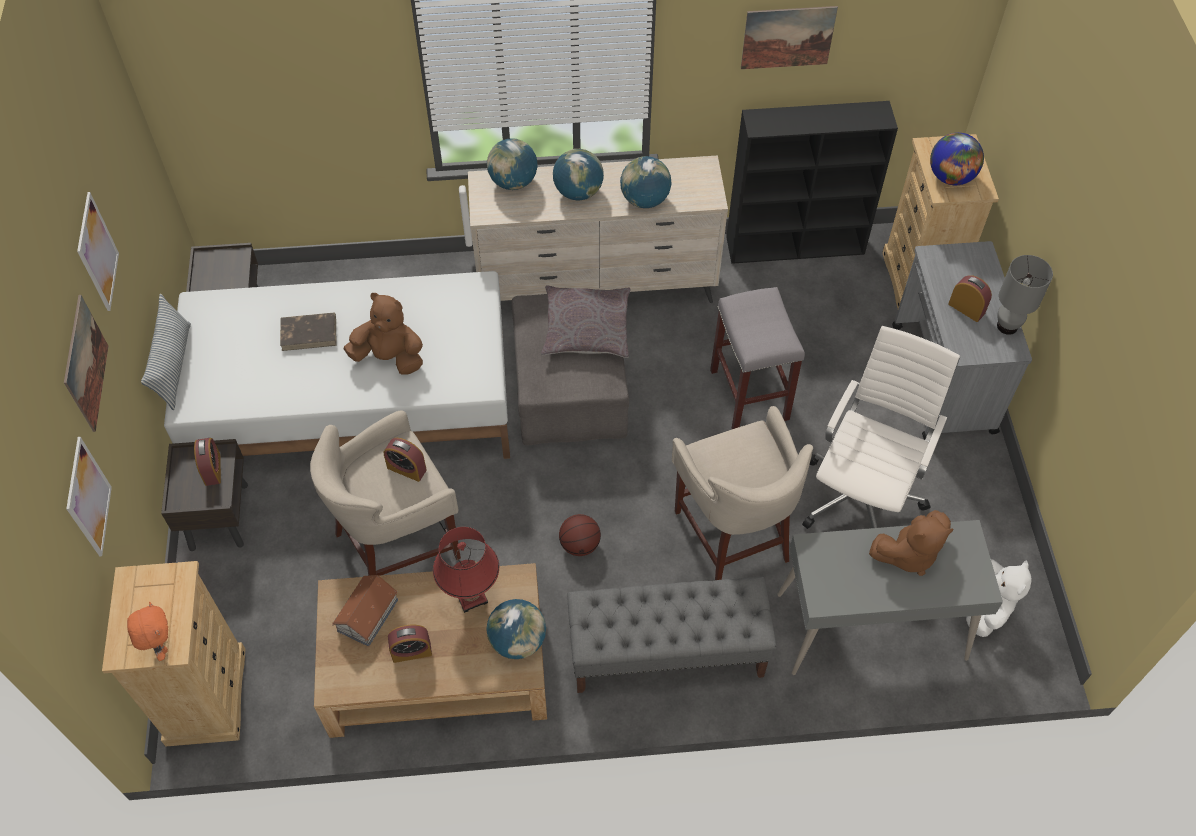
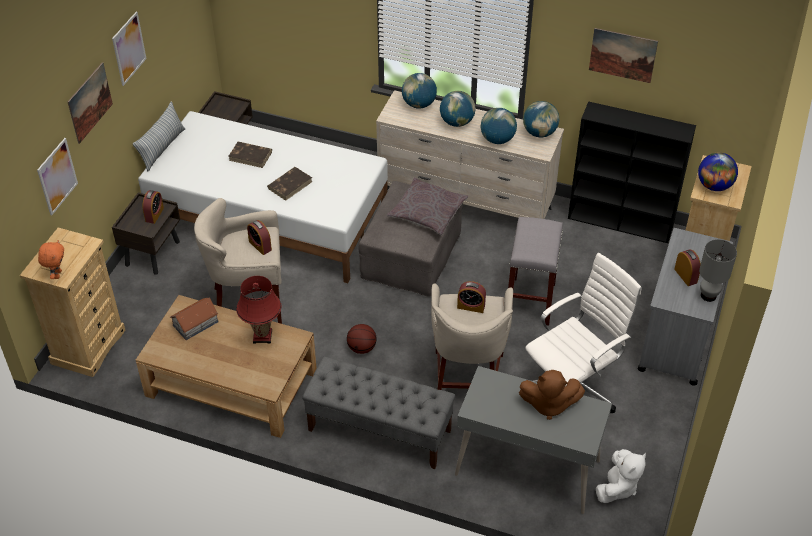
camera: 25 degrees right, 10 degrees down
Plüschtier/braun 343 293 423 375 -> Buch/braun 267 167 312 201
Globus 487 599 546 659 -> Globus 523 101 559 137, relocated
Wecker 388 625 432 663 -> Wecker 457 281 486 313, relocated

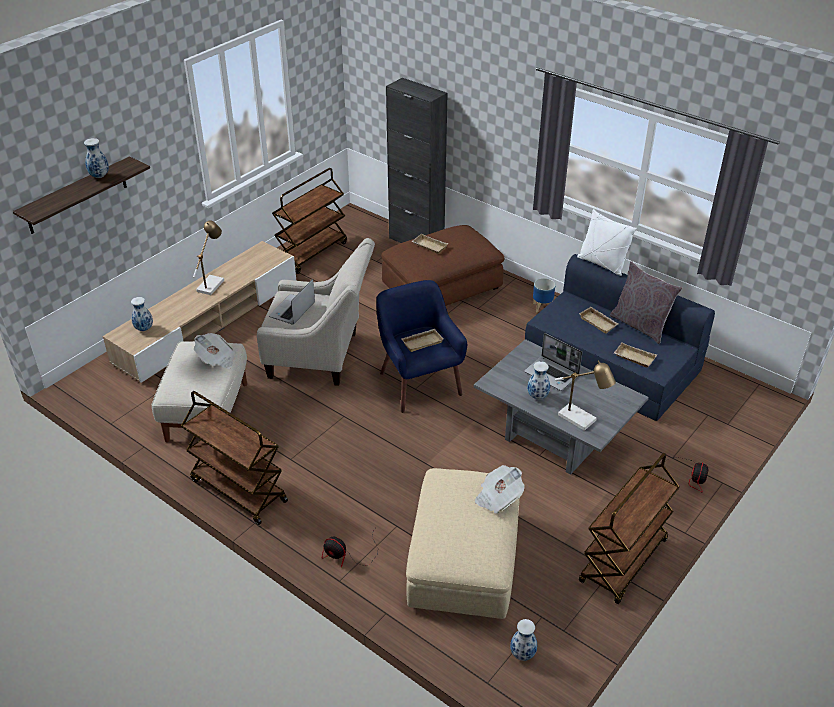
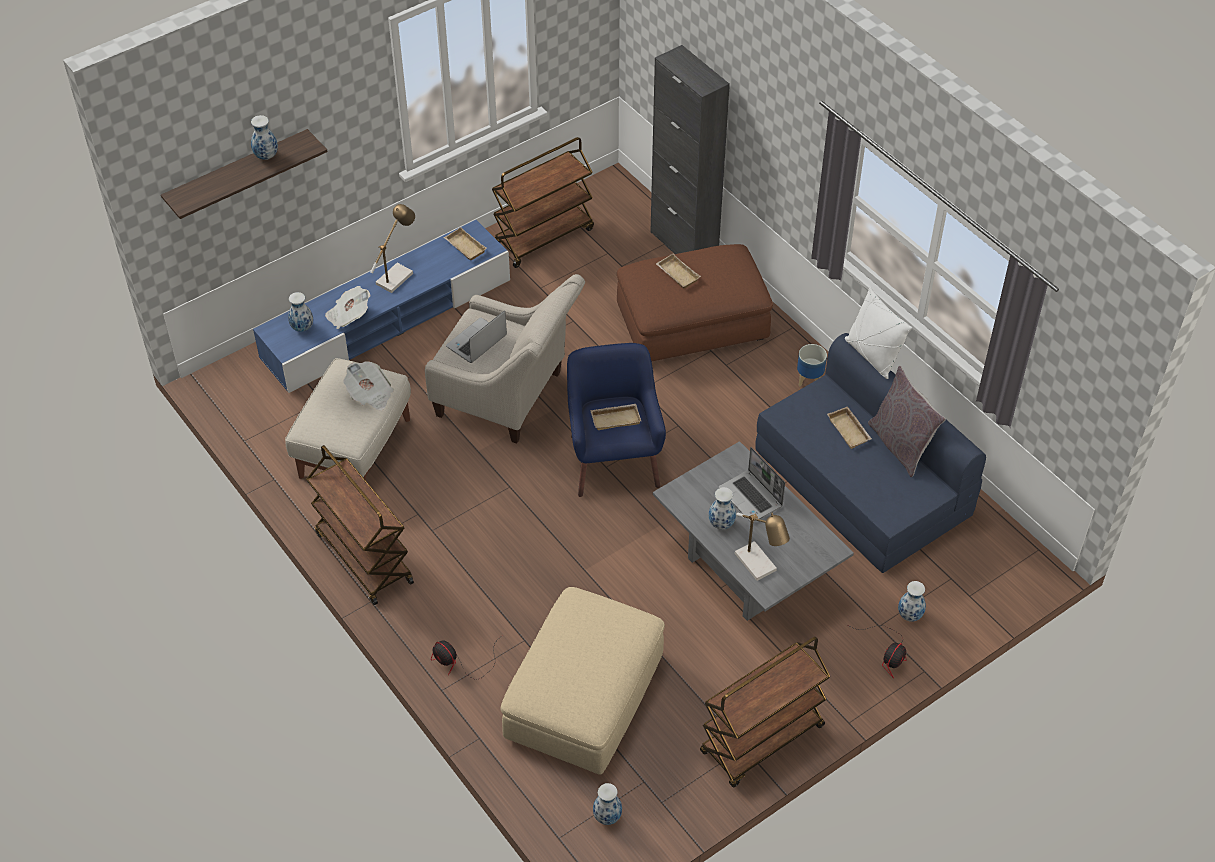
camera: 15 degrees right, 10 degrees up
Fernsehschrank/beige 102 241 296 383 -> Fernsehschrank/blau 253 220 510 393
Tablett/beige 614 342 657 368 -> Tablett/beige 444 227 486 260, relocated
Zeitung 475 465 524 514 -> Zeitung 325 286 371 329, relocated
none -> Vase 898 581 926 622

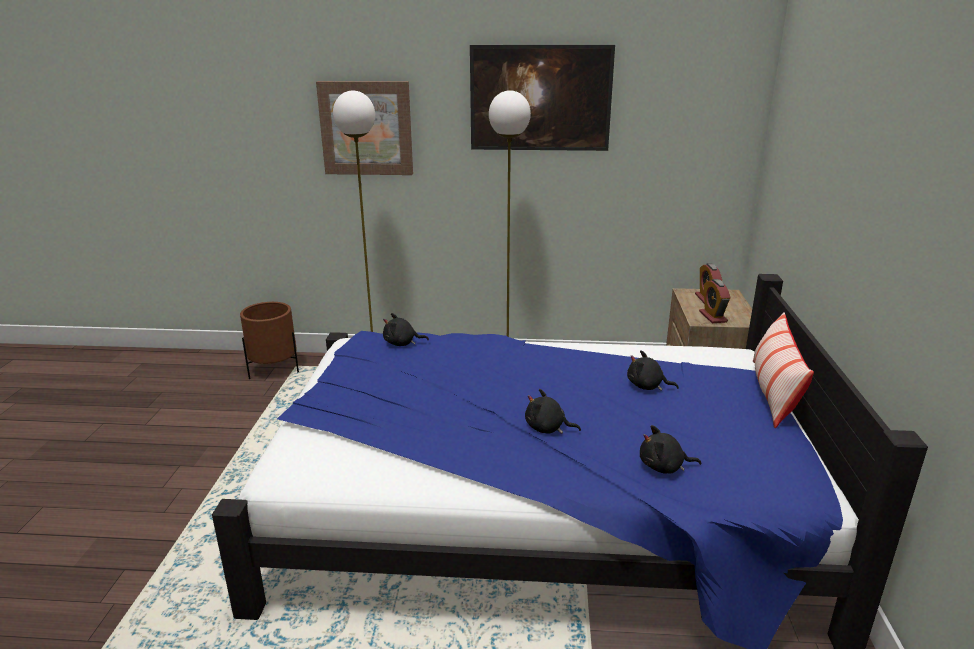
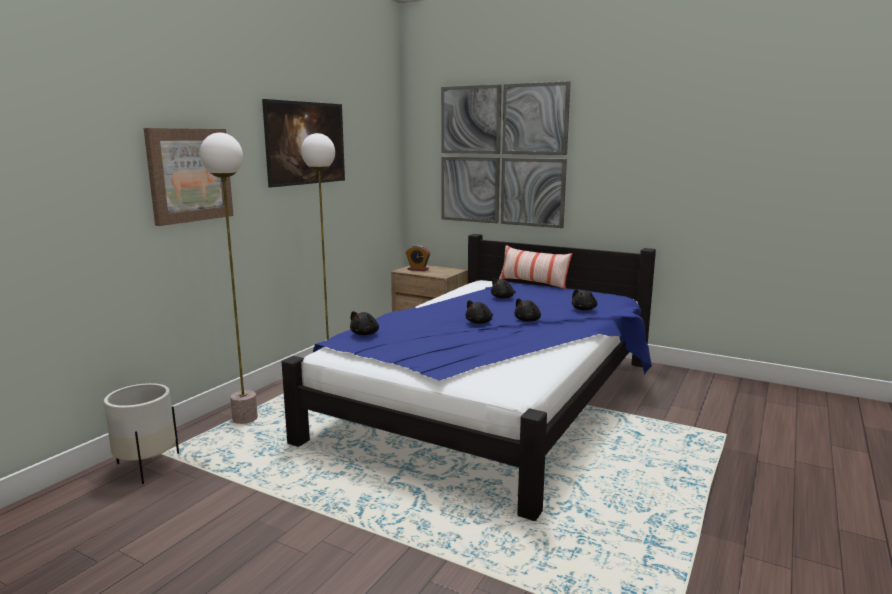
camera: 65 degrees left, 10 degrees down
Wecker 699 279 730 323 -> none
Pflanzkübel/braun 240 302 299 379 -> Pflanzkübel/weiß 104 383 179 484
none -> Bild 441 81 571 228
none -> Plüschtier/schwarz 465 300 493 324

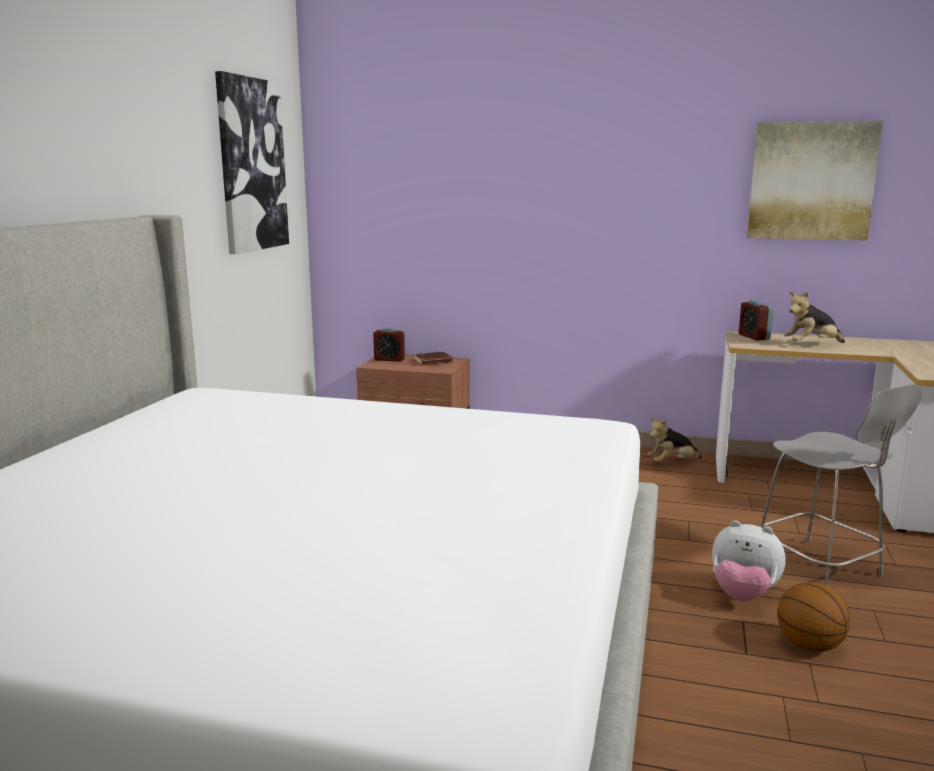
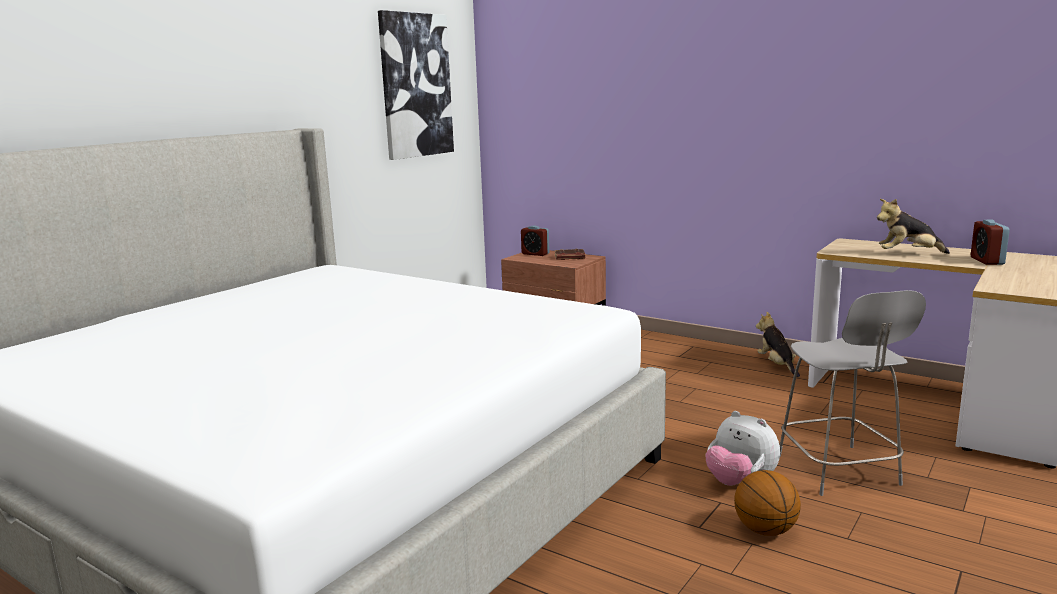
camera: 20 degrees right, 0 degrees up
Bild 747 121 883 241 -> none
Wecker 739 300 774 341 -> Wecker 971 220 1010 265, relocated
Plüschtier 648 418 702 462 -> Plüschtier 756 312 800 377, 75 degrees clockwise

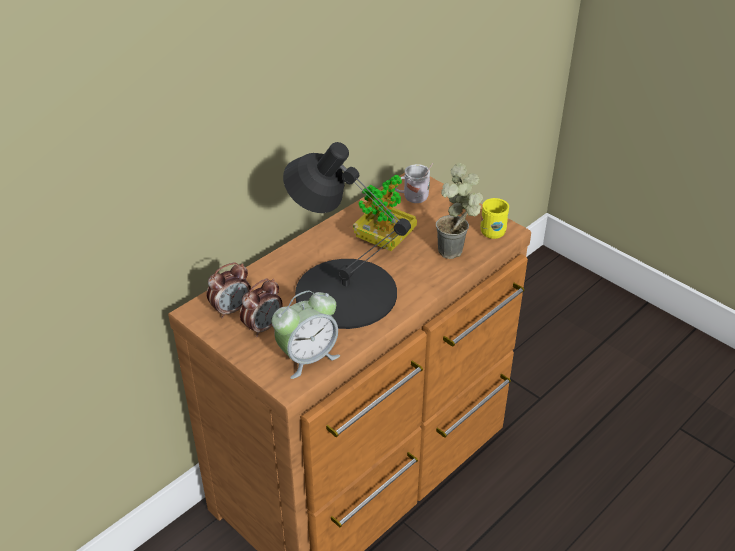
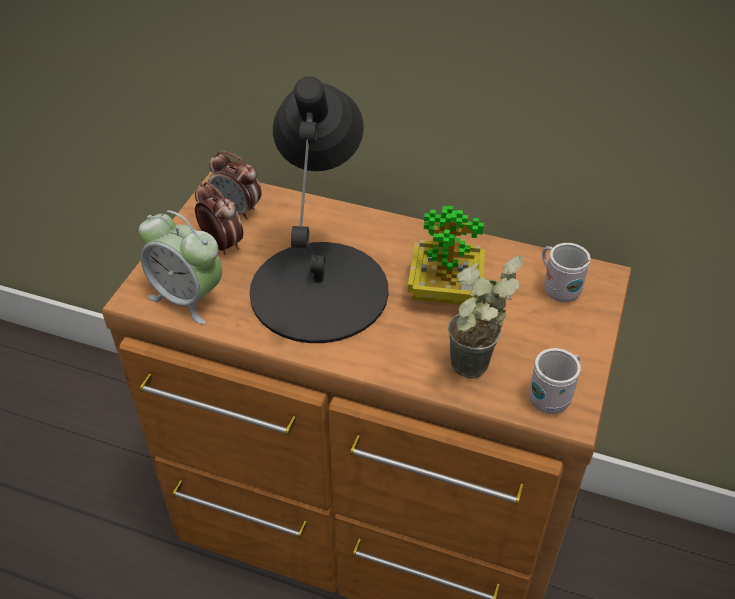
camera: 65 degrees right, 5 degrees up
Henkelbecher/gelb 480 198 509 239 -> Henkelbecher/weiß 529 348 581 414
Wecker 240 278 283 337 -> Wecker 195 181 243 255, 150 degrees counterclockwise

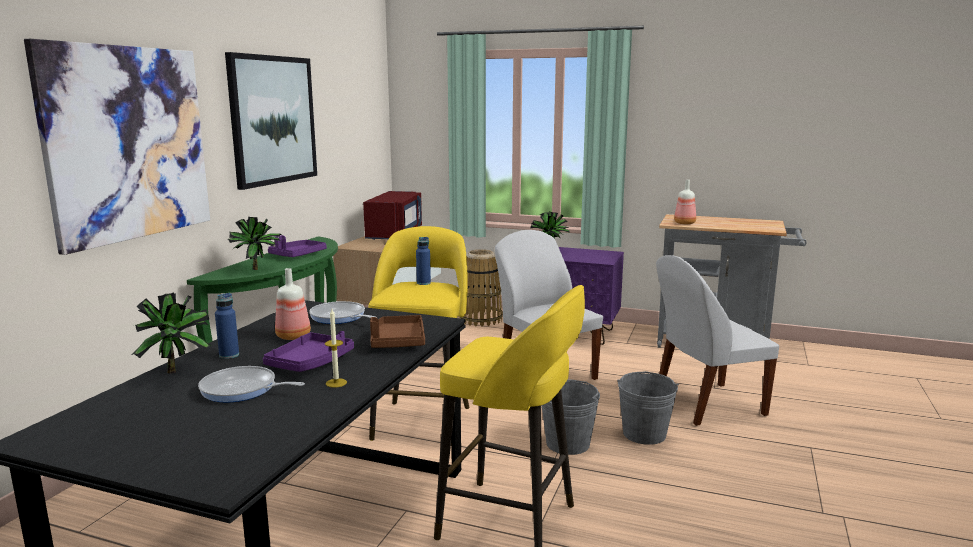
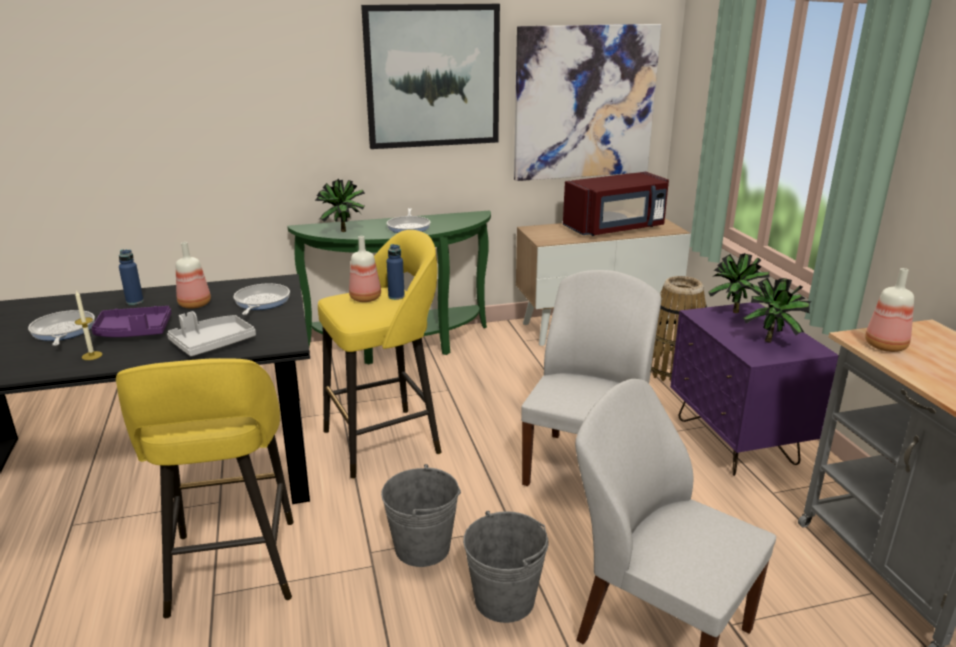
camera: 55 degrees right, 10 degrees up
Bild 24 39 210 255 -> Bild 514 24 661 181, relocated
Tablett/lila 268 235 327 257 -> Pfanne 387 208 431 233
Topfpflanze 132 292 211 374 -> Topfpflanze 742 278 812 343, relocated
Tablett/braun 370 315 425 348 -> Tablett/grau 167 311 256 356
none -> Flasche 349 236 381 302

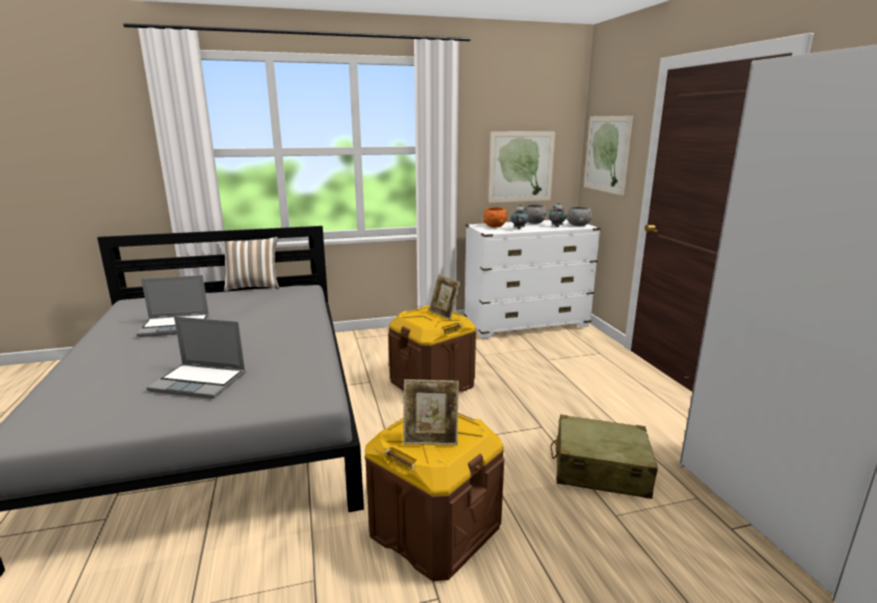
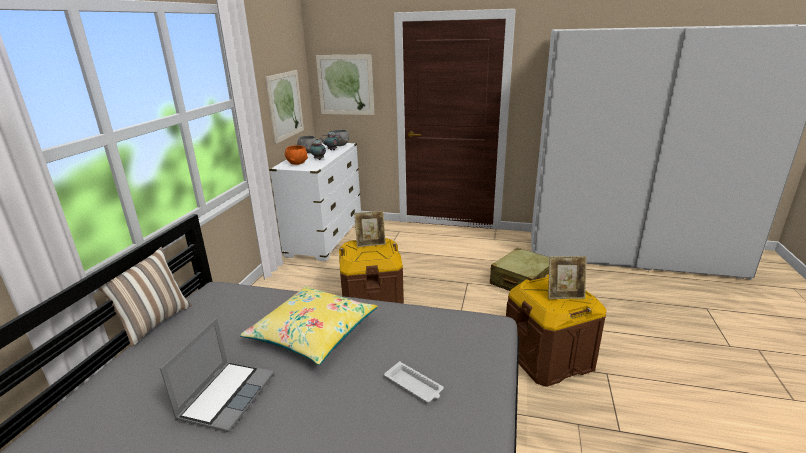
camera: 60 degrees left, 5 degrees up
Laptop 146 316 246 399 -> Tablett/weiß 384 361 444 402
Bilderrahmen 403 379 459 445 -> Bilderrahmen 548 256 587 299, 60 degrees clockwise
none -> Kissen/gelb 240 286 378 365

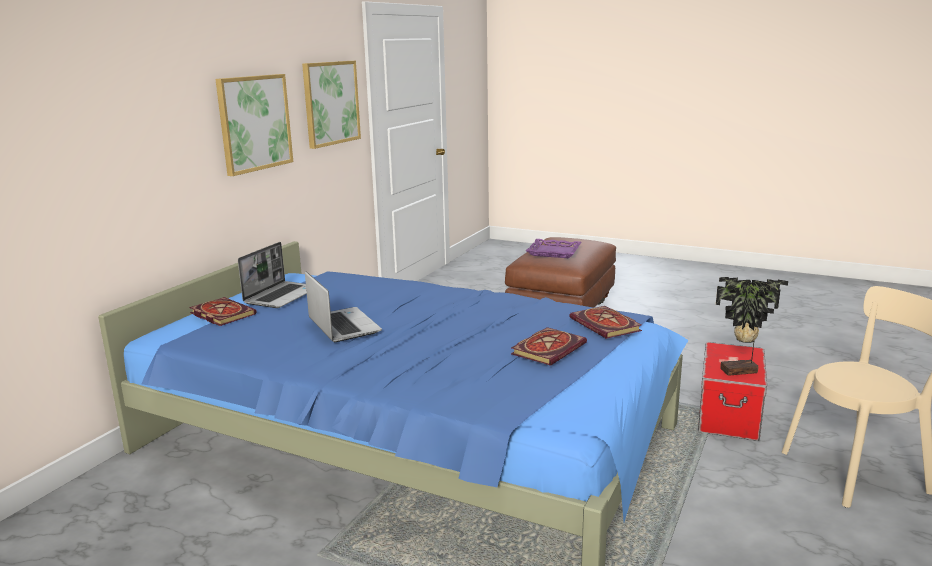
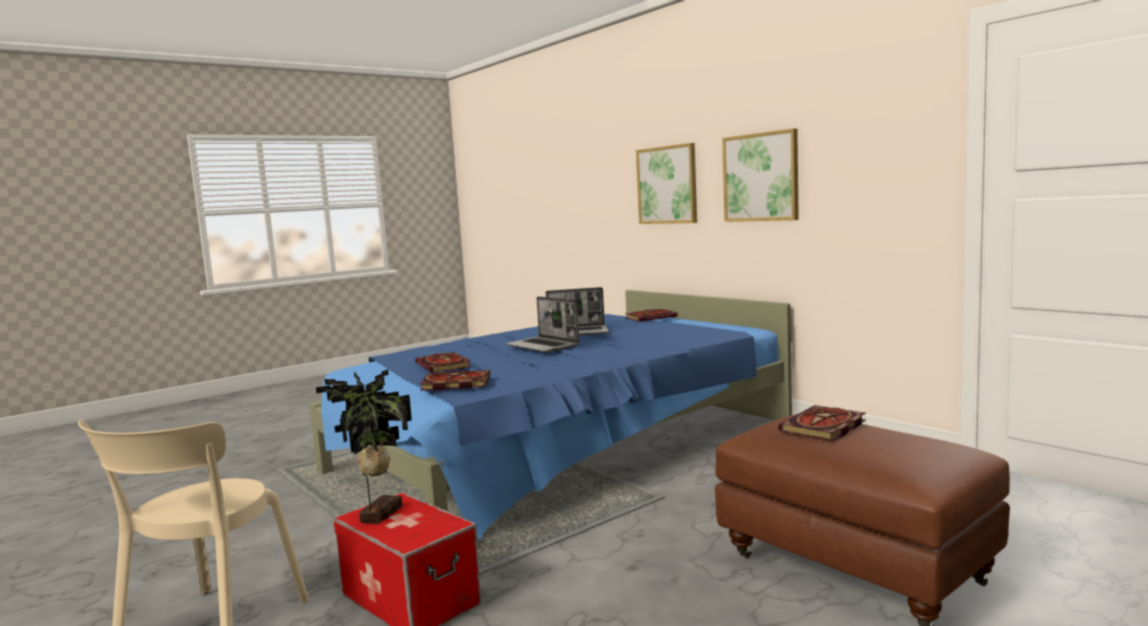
camera: 115 degrees right, 10 degrees down
Bild 302 61 361 149 -> Bild 636 143 697 224, relocated
Tablett/lila 526 239 582 258 -> Buch 778 405 866 441
Laptop 238 242 307 308 -> Laptop 506 296 579 353, relocated

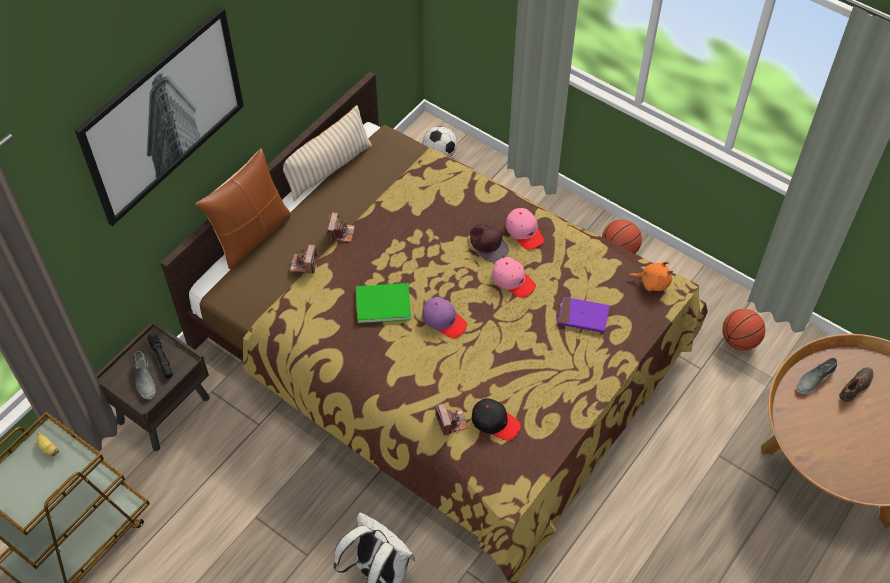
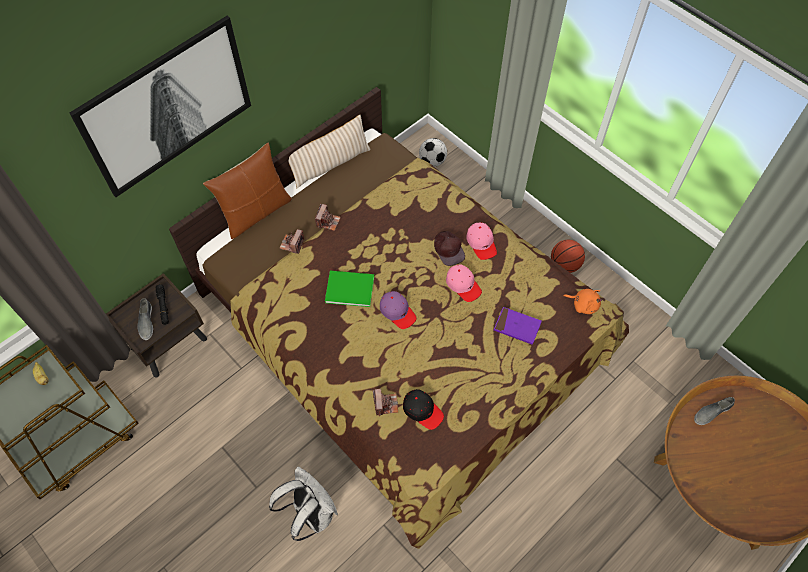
camera: 10 degrees right, 5 degrees up
Basketball 722 309 765 351 -> none
Schuh/schwarz 839 367 873 402 -> none

